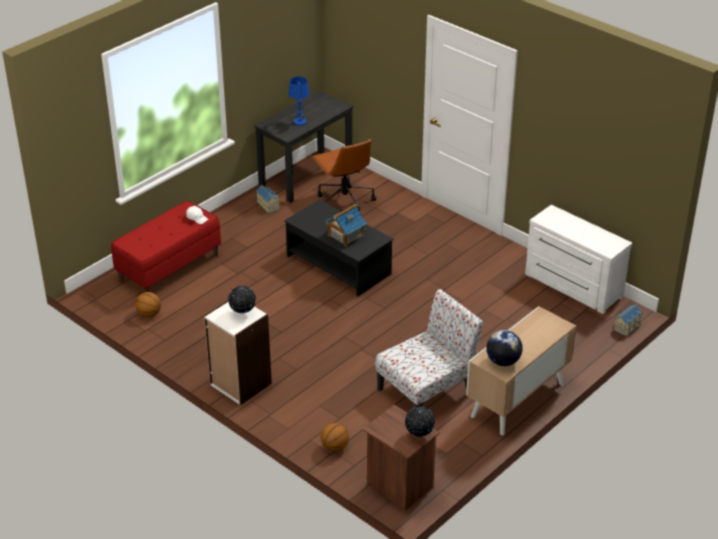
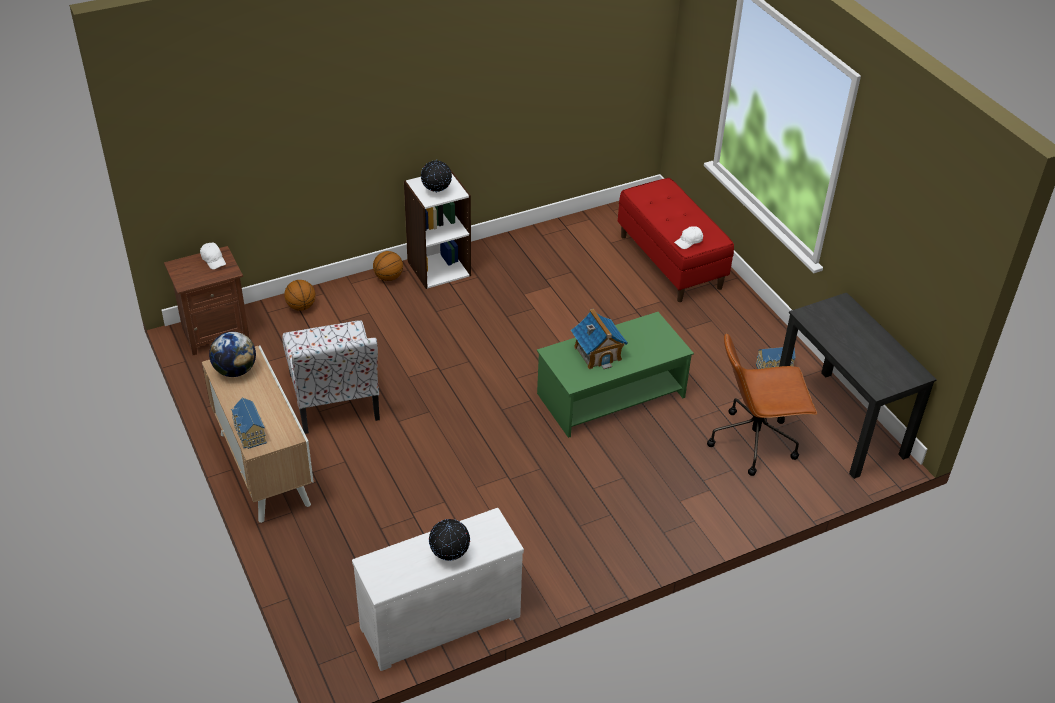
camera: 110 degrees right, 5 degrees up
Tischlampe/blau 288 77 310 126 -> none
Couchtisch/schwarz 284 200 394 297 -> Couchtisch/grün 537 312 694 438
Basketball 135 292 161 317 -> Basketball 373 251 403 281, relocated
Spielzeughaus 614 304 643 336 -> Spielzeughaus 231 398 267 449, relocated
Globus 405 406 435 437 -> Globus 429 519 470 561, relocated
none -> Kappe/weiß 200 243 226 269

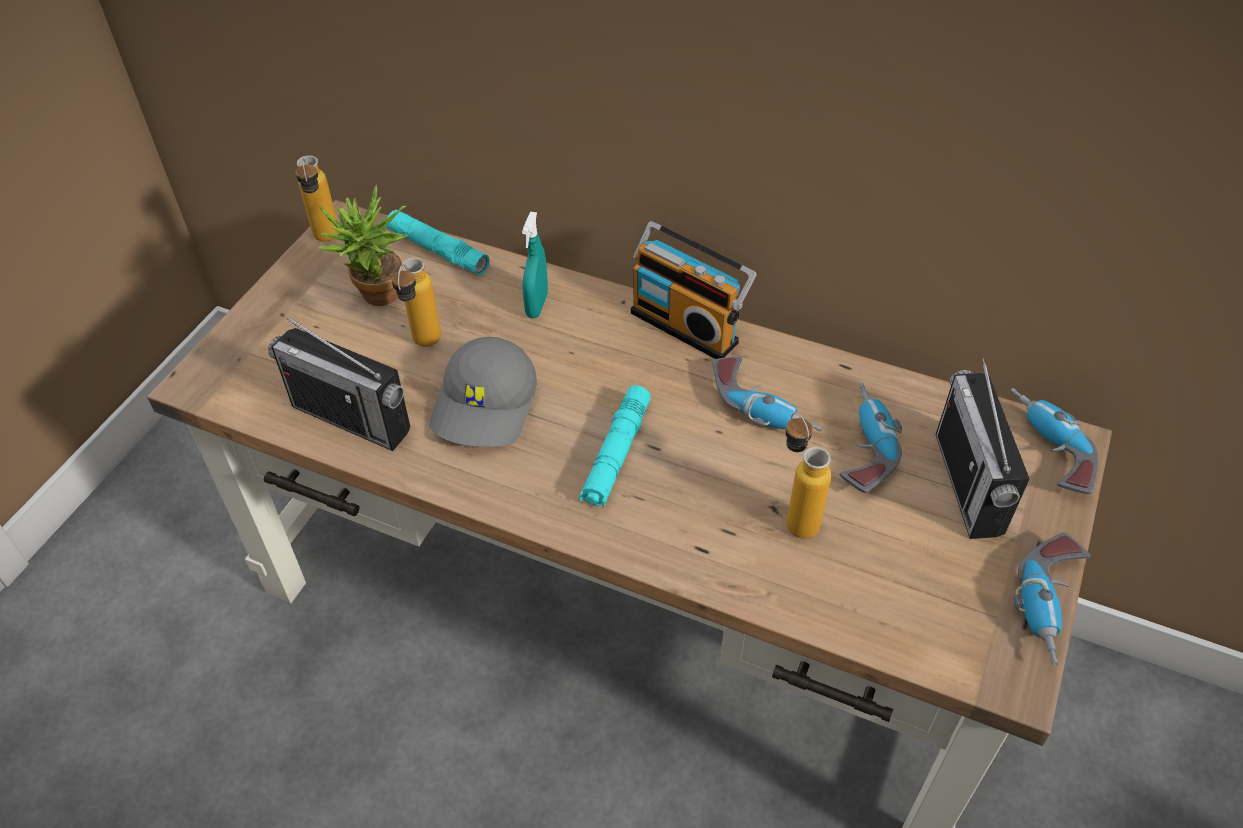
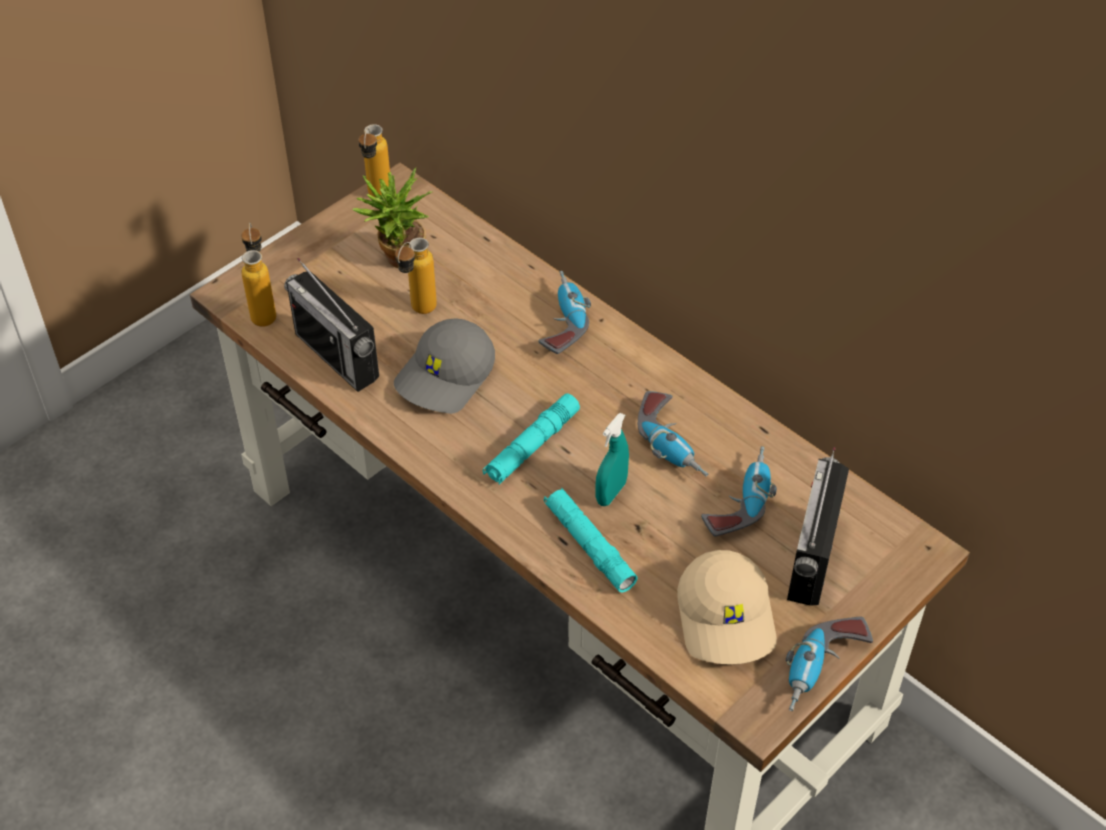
camera: 20 degrees right, 0 degrees up
Taschenlampe/türkis 385 210 490 275 -> Taschenlampe/türkis 544 488 638 593, relocated
Sprühflasche/türkis 522 212 548 318 -> Sprühflasche/türkis 595 413 629 506, relocated
Radio 631 221 757 359 -> none
Bohrmaschine 1010 388 1098 494 -> Bohrmaschine 538 271 591 354, relocated
Flasche 786 412 831 539 -> Flasche 241 223 276 327, relocated
none -> Kappe/beige 677 550 777 665

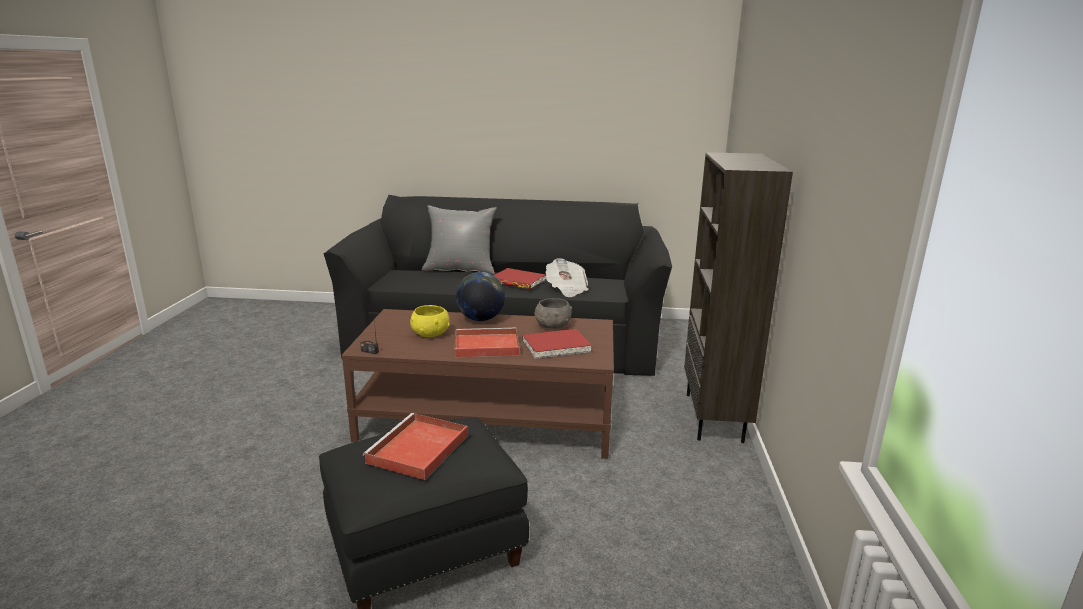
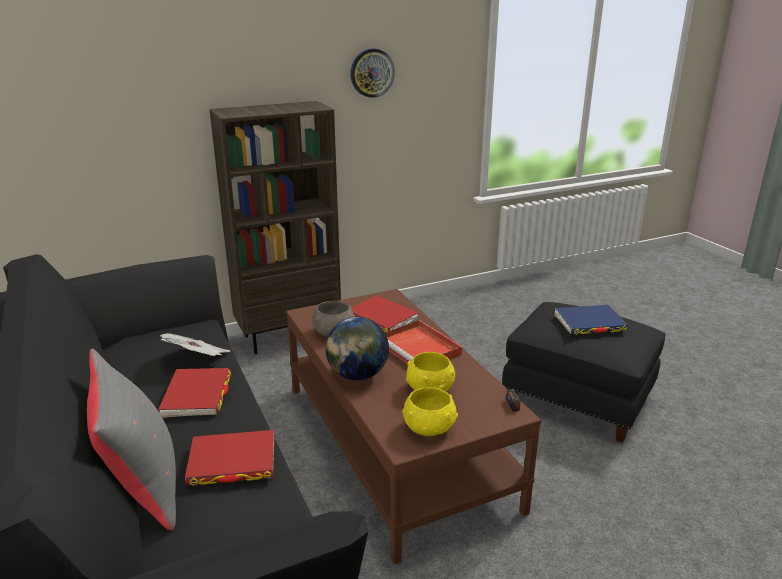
camera: 120 degrees left, 5 degrees up
Tablett/rot 363 413 468 480 -> Buch/blau 555 305 628 335
none -> Wanduhr 350 49 395 98
none -> Schüssel/gelb 402 387 458 436
none -> Buch/rot 185 430 274 486

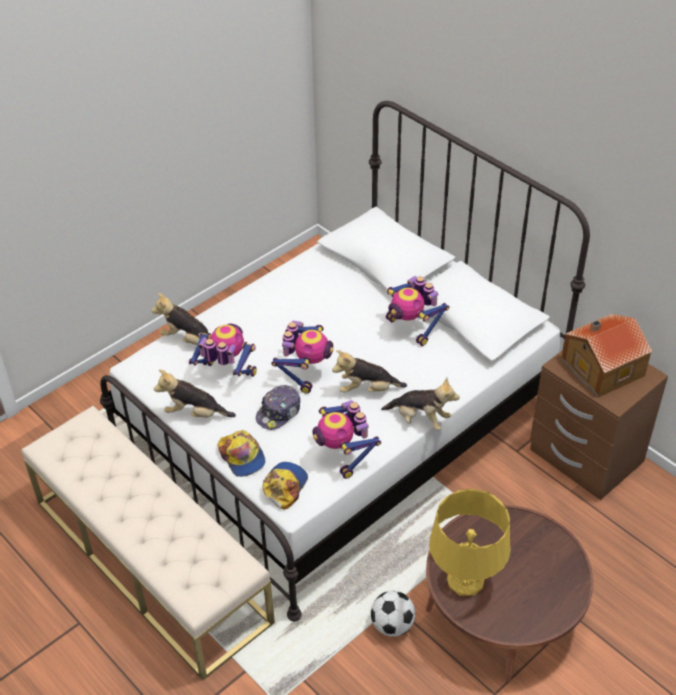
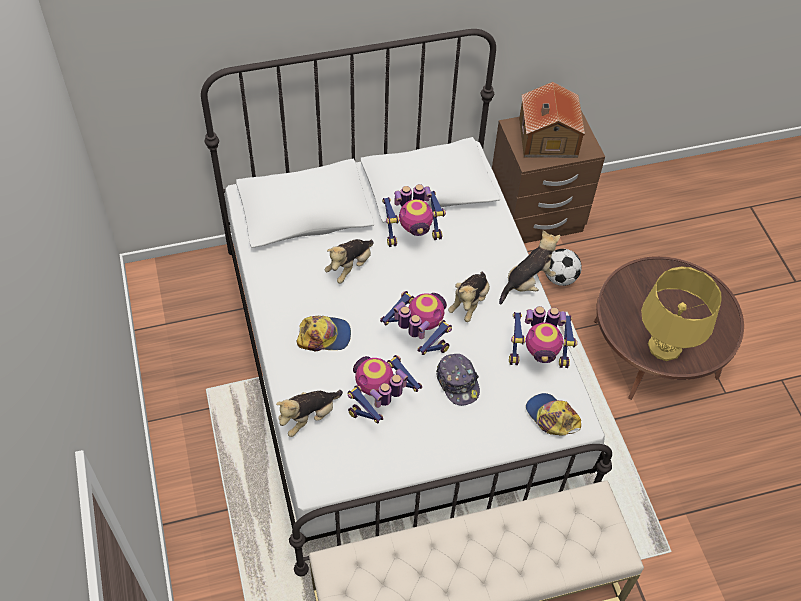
camera: 65 degrees left, 10 degrees up
Plüschtier 154 370 236 418 -> Plüschtier 325 239 374 284, relocated
Kappe 218 430 266 477 -> Kappe 296 316 351 352, relocated
Fußball 371 591 415 637 -> Fußball 546 249 582 286, relocated

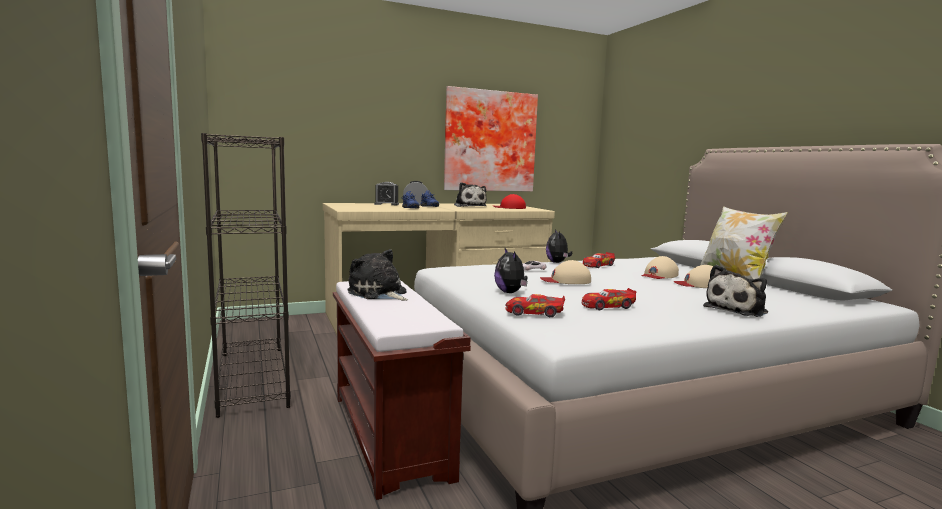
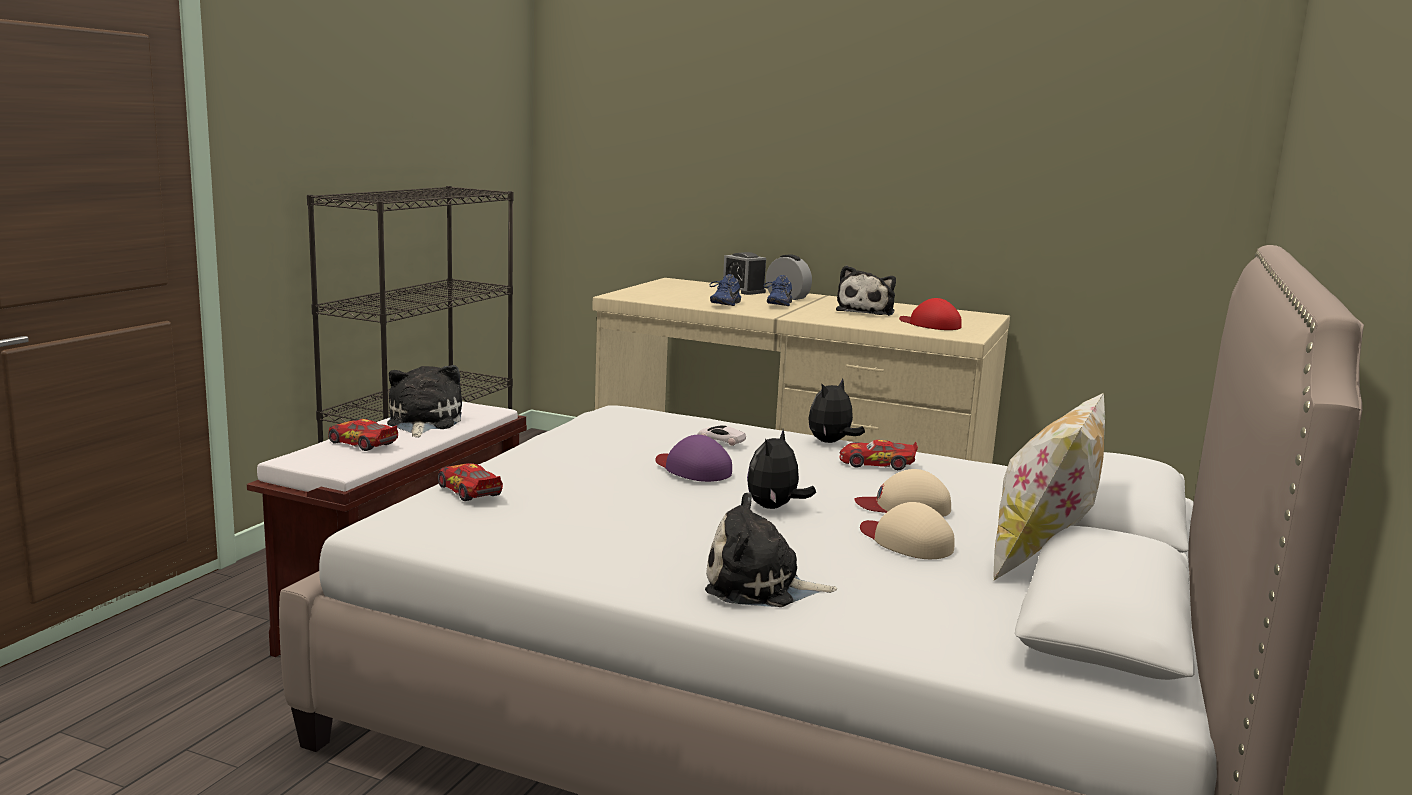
camera: 45 degrees right, 5 degrees up
Bild 444 86 538 192 -> none
Plüschtier 494 248 528 293 -> Plüschtier 747 430 816 509, relocated
Kappe/beige 540 260 591 284 -> Kappe/lila 655 435 732 482
Spielzeugauto 582 288 637 310 -> Spielzeugauto 328 419 398 451, relocated

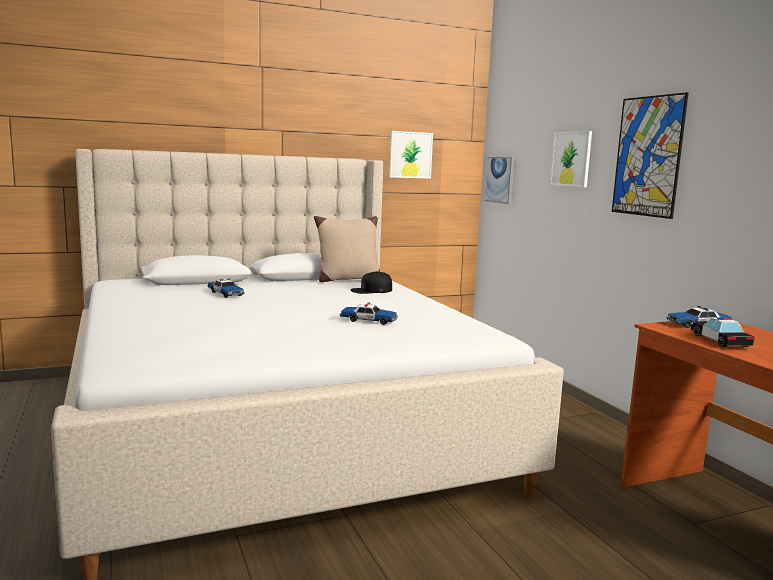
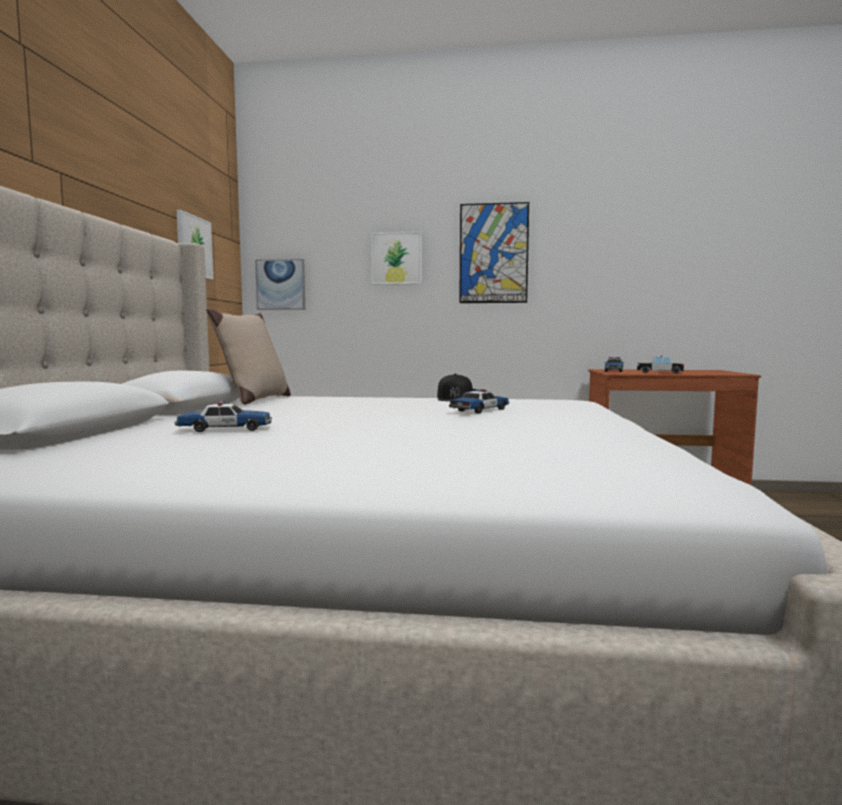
camera: 60 degrees left, 5 degrees down
Kappe/schwarz 350 271 392 294 -> Kappe/schwarz 437 374 473 401, relocated

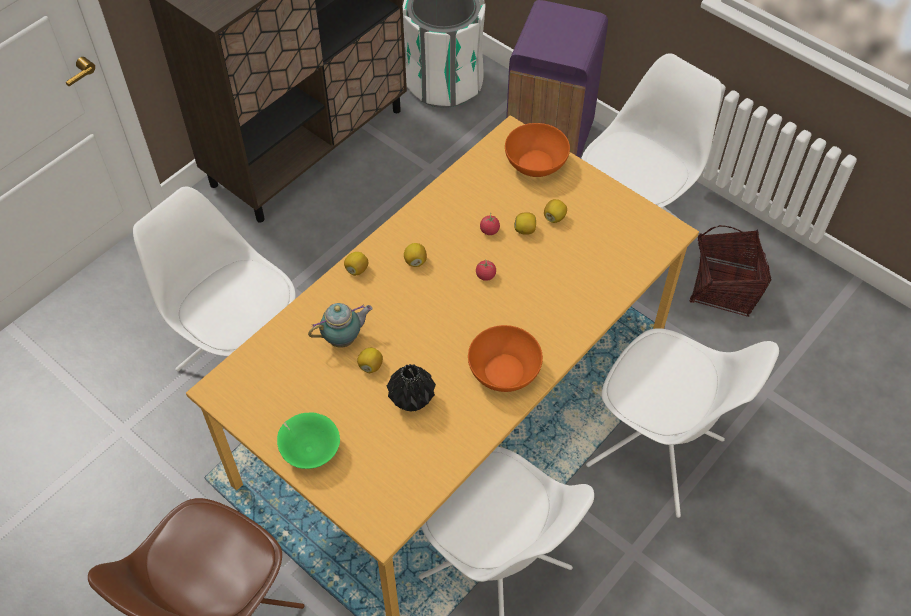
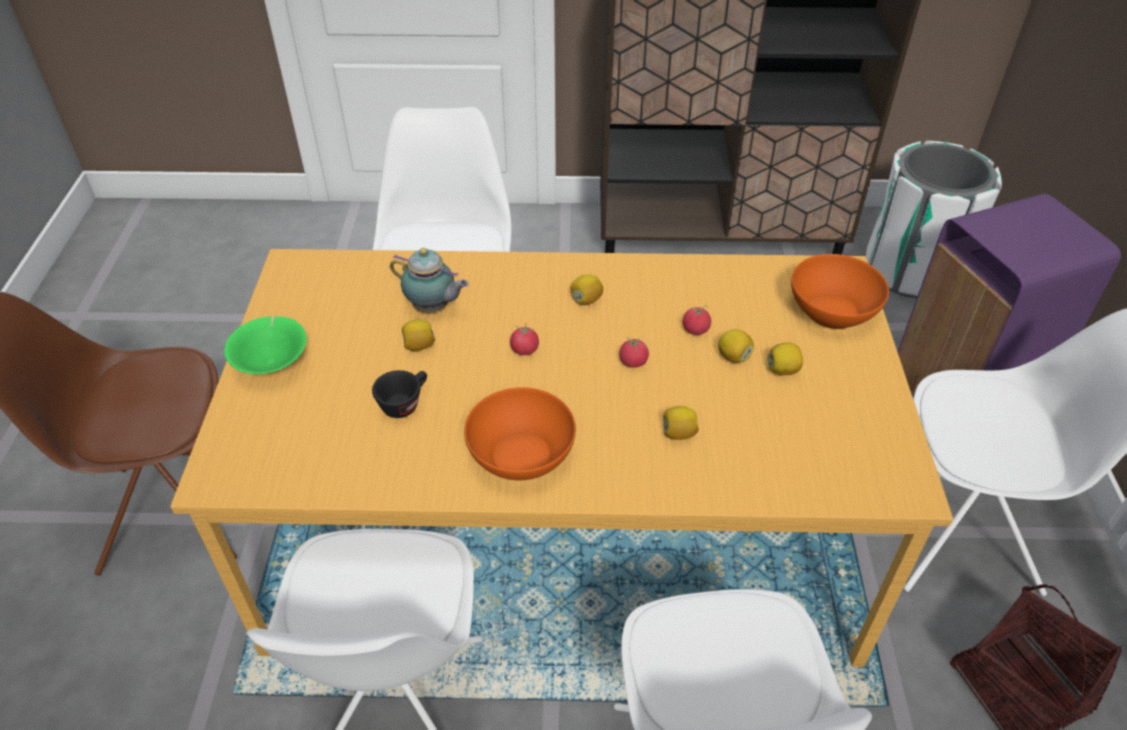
camera: 50 degrees right, 10 degrees down
Zitrone 344 252 368 276 -> Zitrone 663 406 699 440, relocated
Vase/schwarz 387 364 436 411 -> Tasse/schwarz 372 370 427 418
none -> Tomate 510 323 539 355

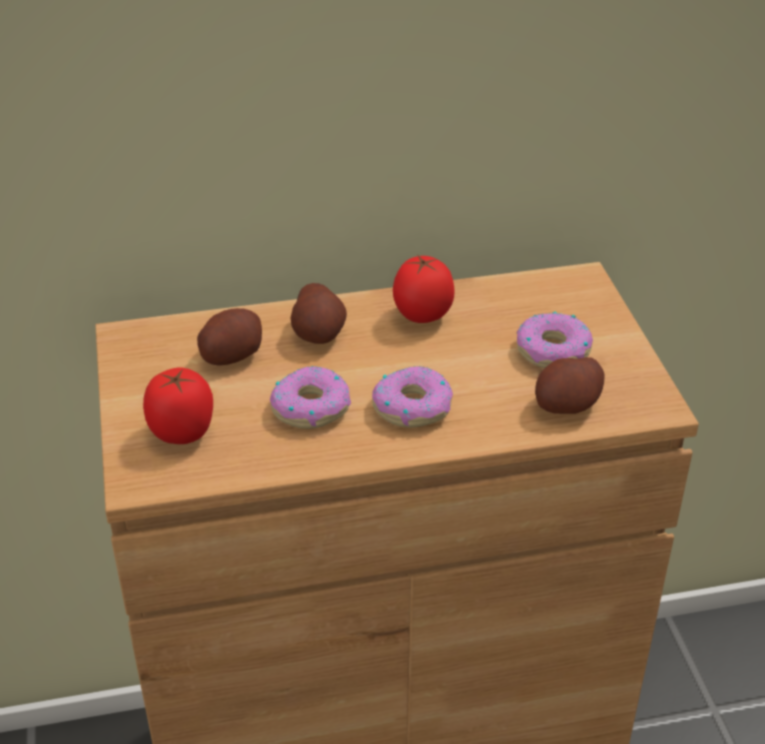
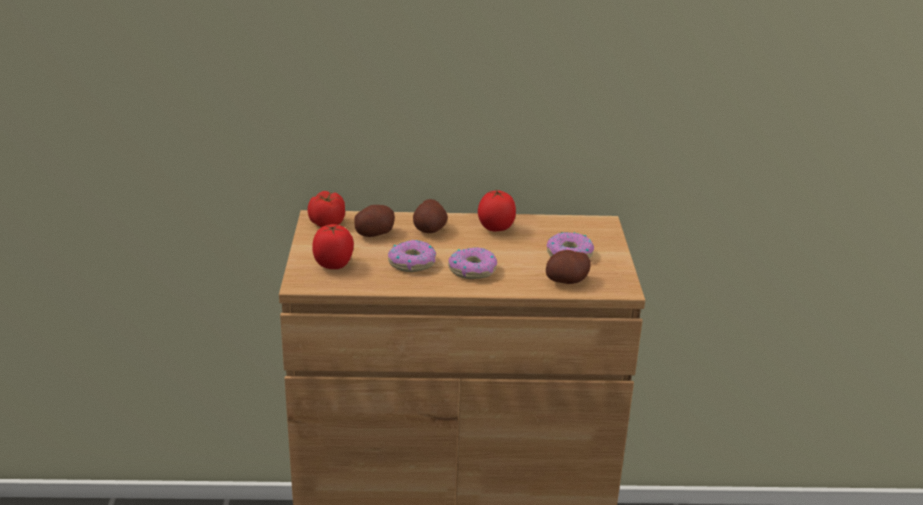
camera: 10 degrees right, 10 degrees down
none -> Tomate 307 191 345 227

